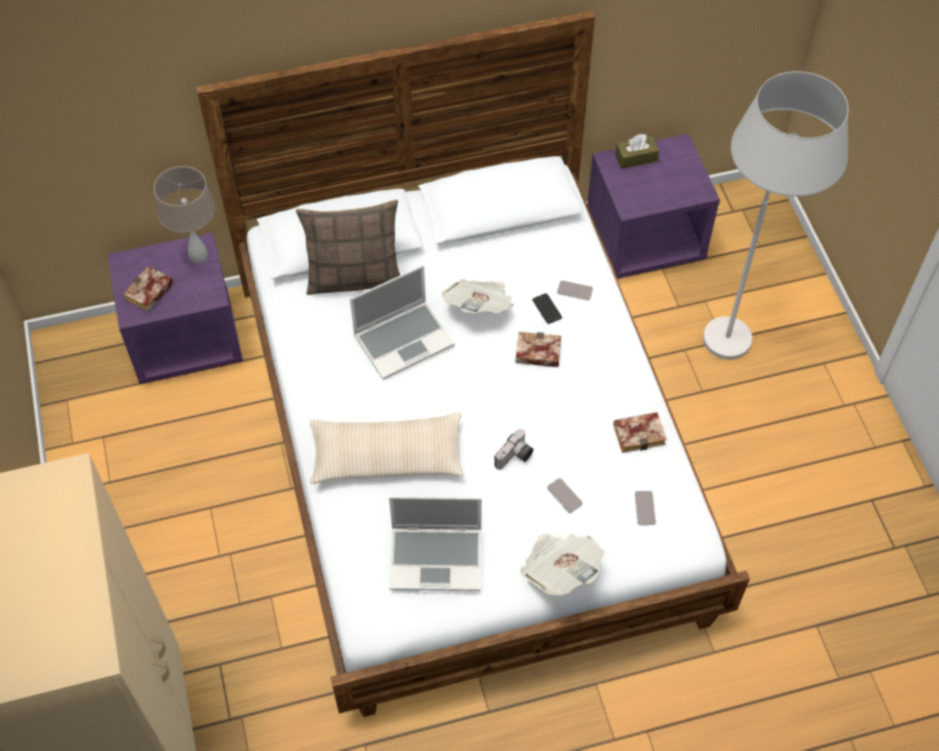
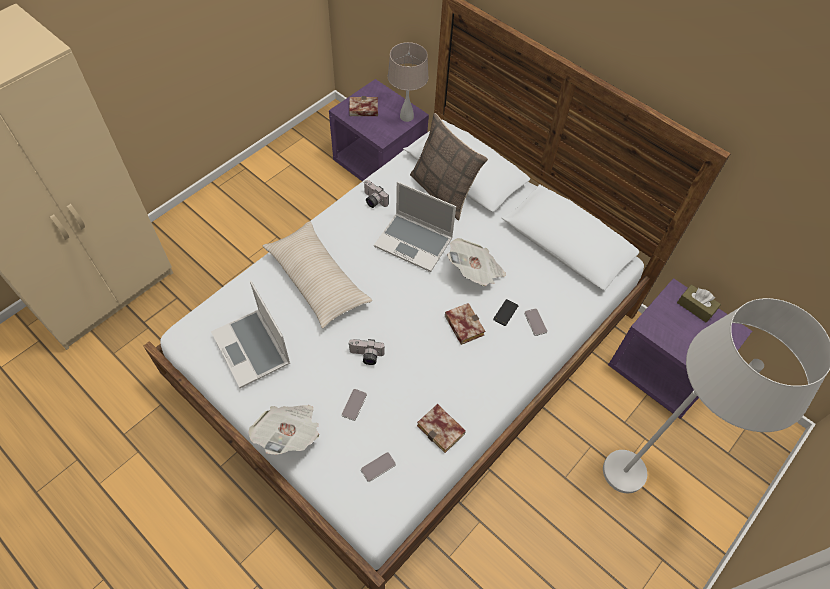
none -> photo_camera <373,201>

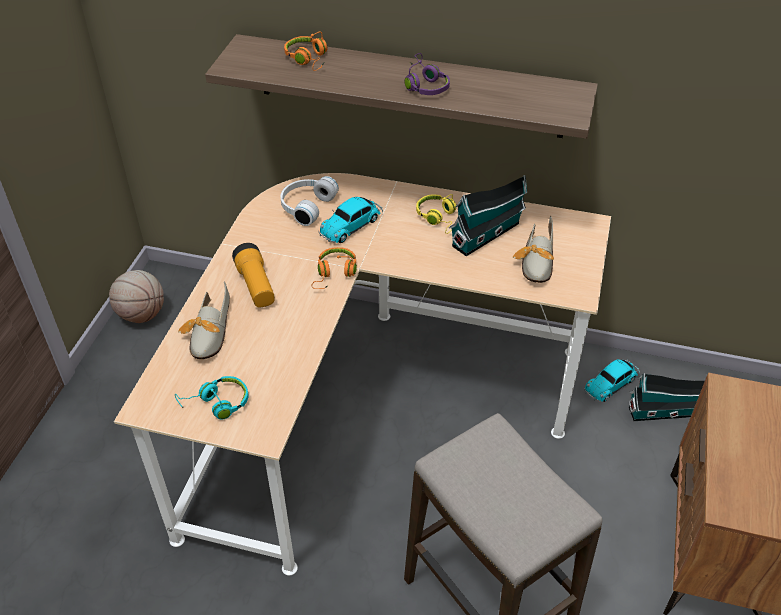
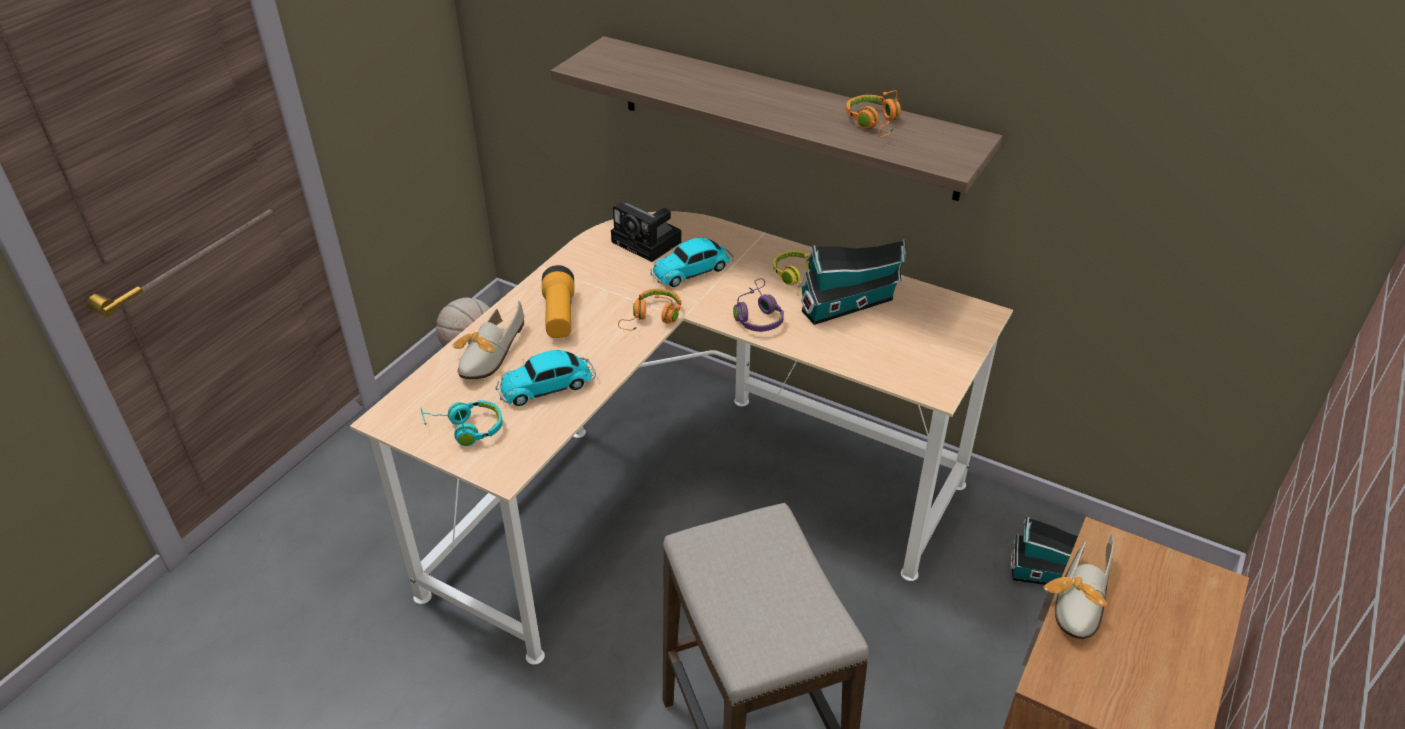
orange_headphones <308,59> -> orange_headphones <874,123>, moved
purple_headphones <424,84> -> purple_headphones <757,316>, moved
shoe <537,263> -> shoe <1080,602>, moved
toy_car <611,383> -> toy_car <548,386>, moved
white_headphones <306,206> -> photo_camera <649,243>

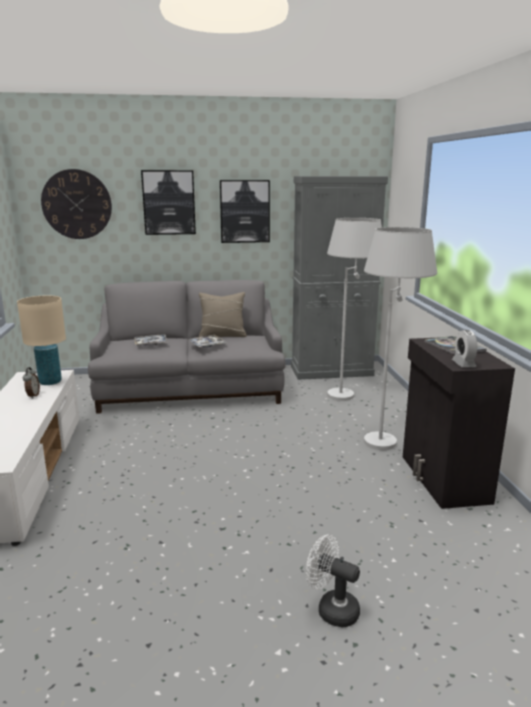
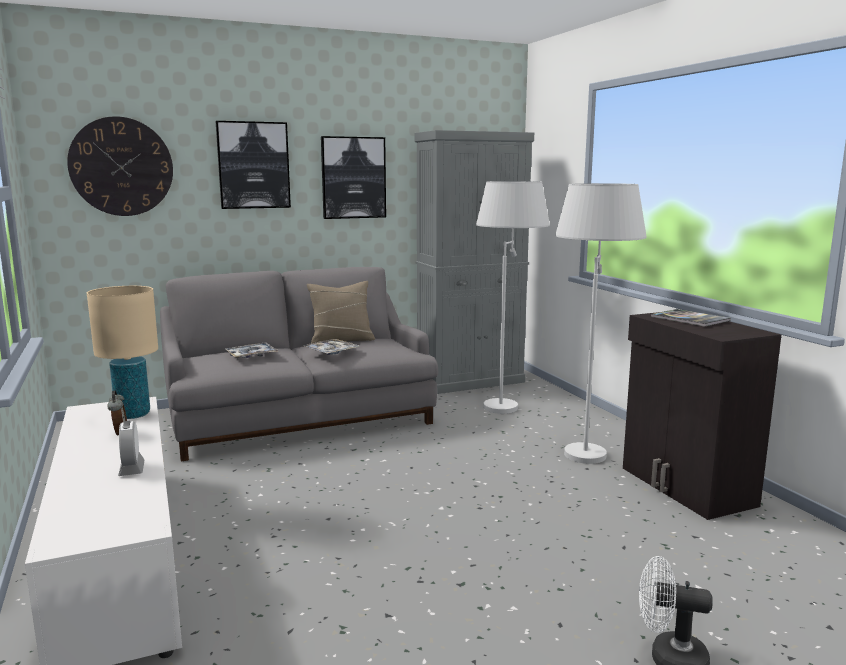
alarm_clock <463,364> -> alarm_clock <131,469>, moved

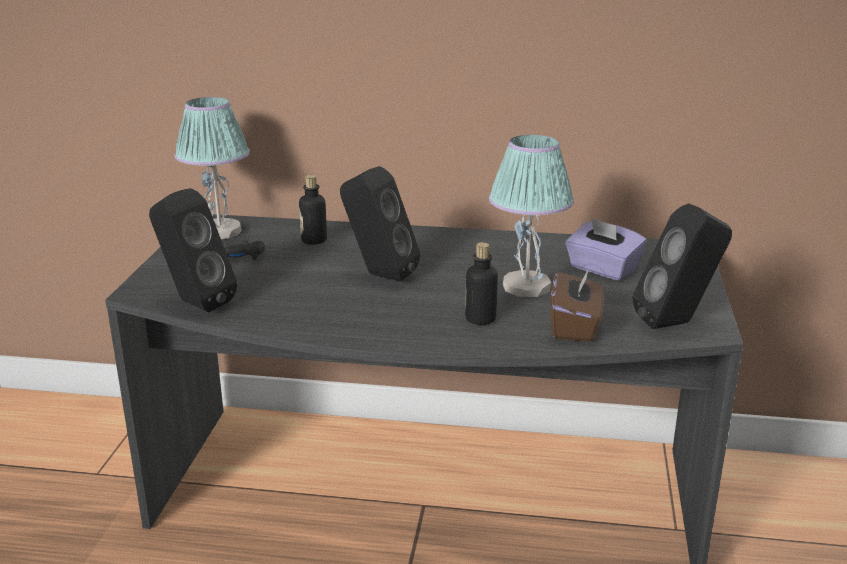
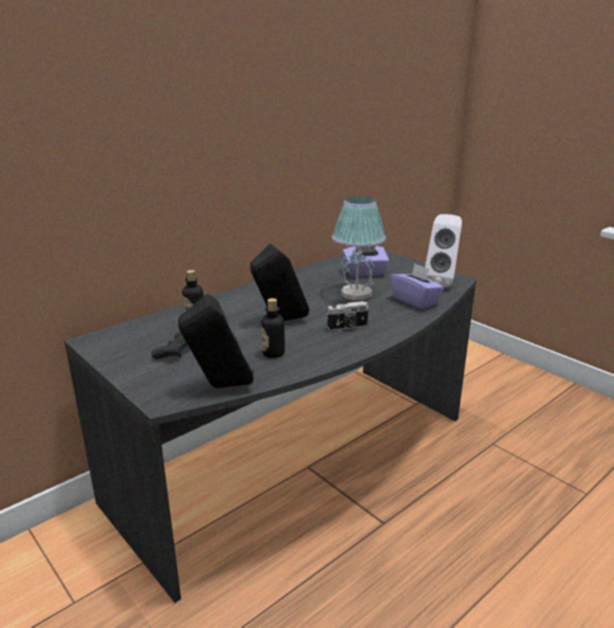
table_lamp <220,232> -> none
none -> photo_camera <348,327>
bottle <480,318> -> bottle <273,353>, moved
brown_tissue_box <575,327> -> purple_tissue_box <415,301>
black_speaker <677,323> -> white_speaker <442,282>

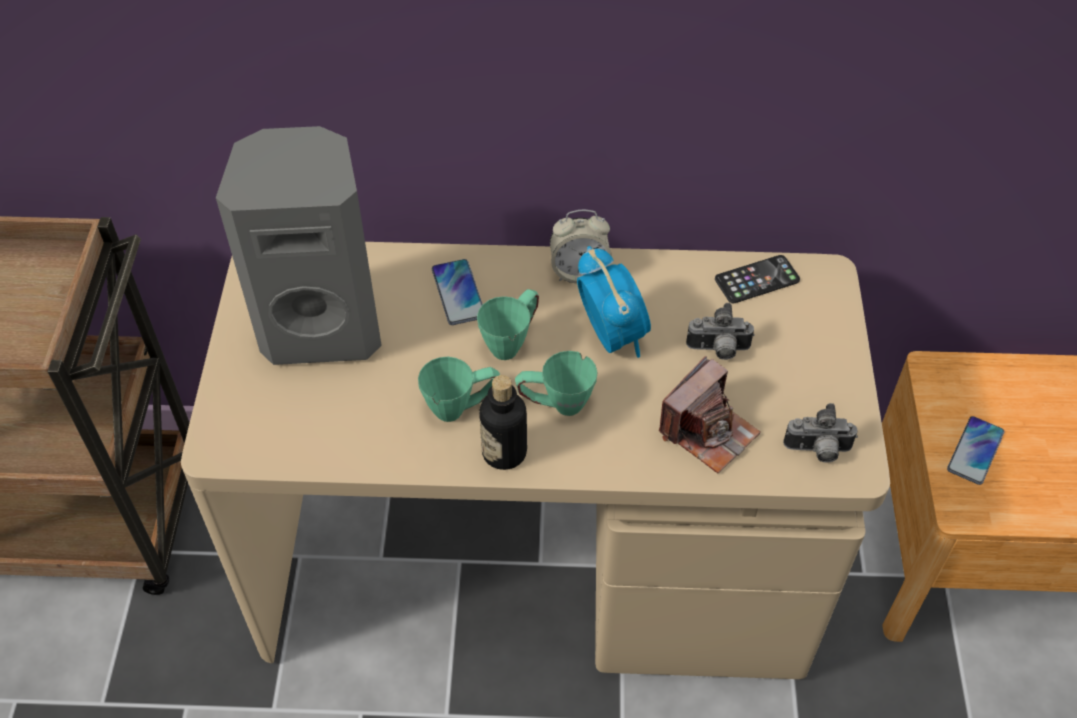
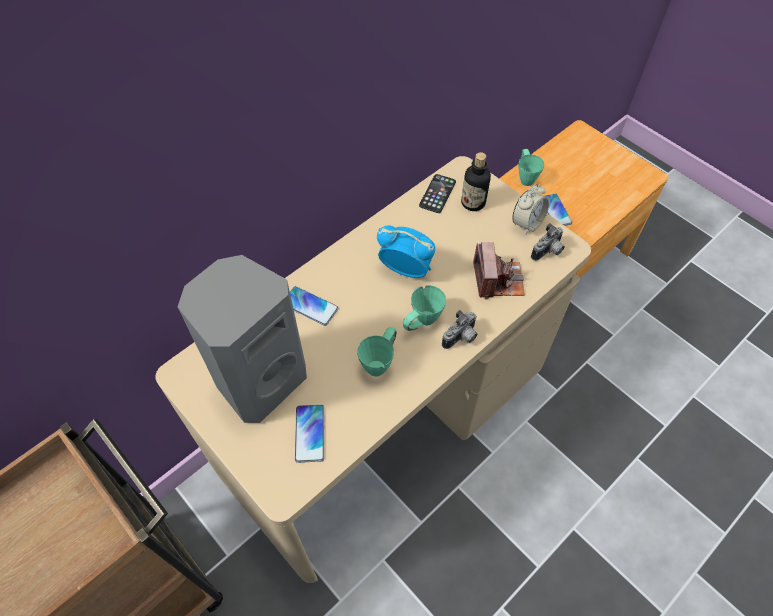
none -> phone <310,433>
green_mug <512,342> -> green_mug <525,177>, moved
bottle <504,452> -> bottle <473,203>, moved
alarm_clock <579,271> -> alarm_clock <527,223>, moved
photo_camera <718,350> -> photo_camera <461,338>, moved

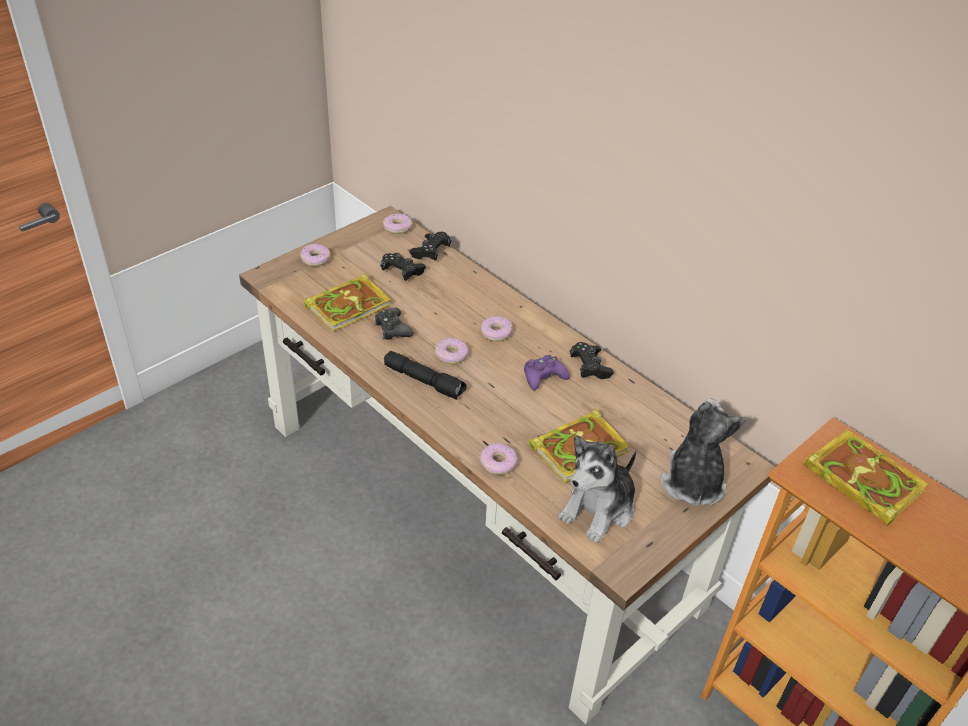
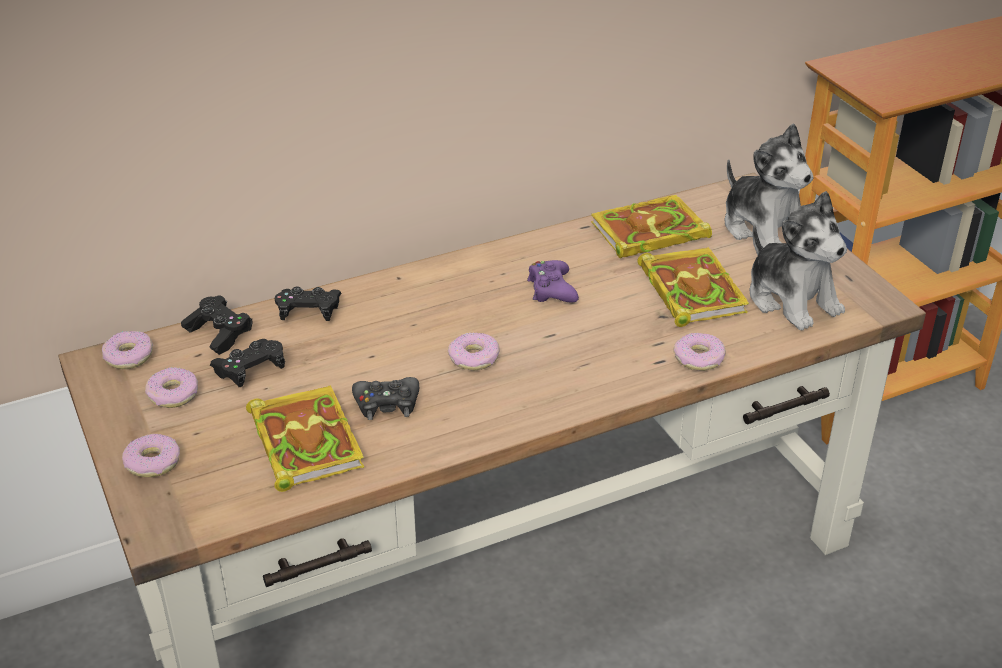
black_flashlight <425,381> -> none
donut <496,333> -> donut <173,394>, moved
black_game_controller <590,367> -> black_game_controller <309,312>, moved
book <860,479> -> book <647,233>, moved
plush_toy <692,482> -> plush_toy <764,228>, 150 degrees counterclockwise

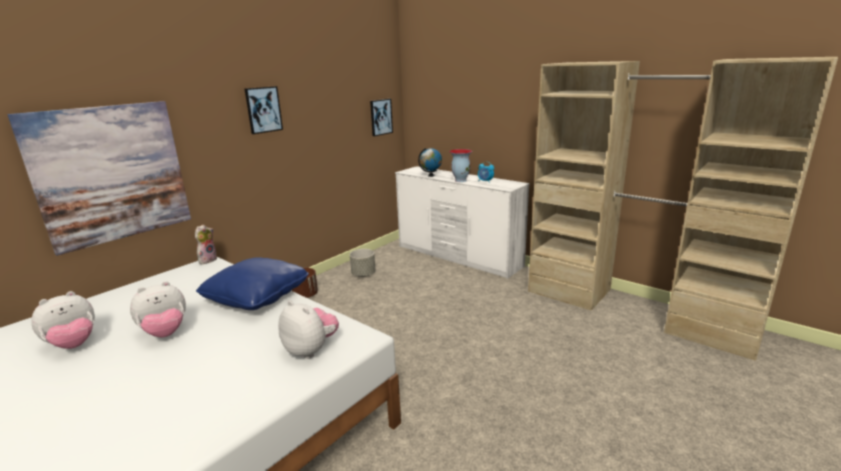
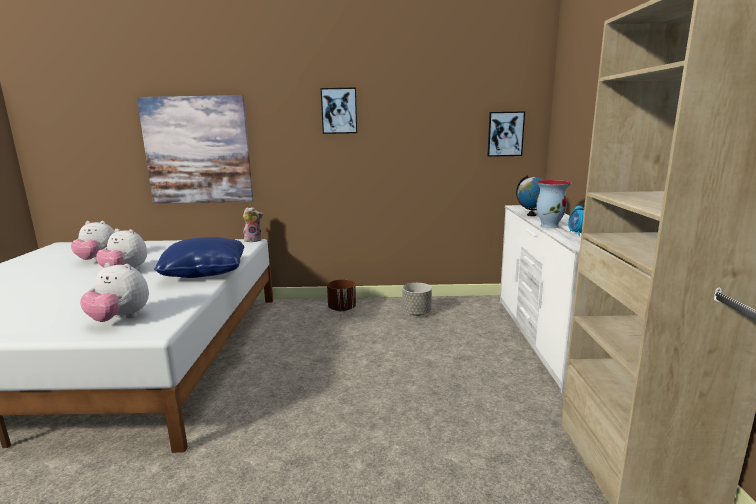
plush_toy <311,350> -> plush_toy <120,319>, 105 degrees clockwise

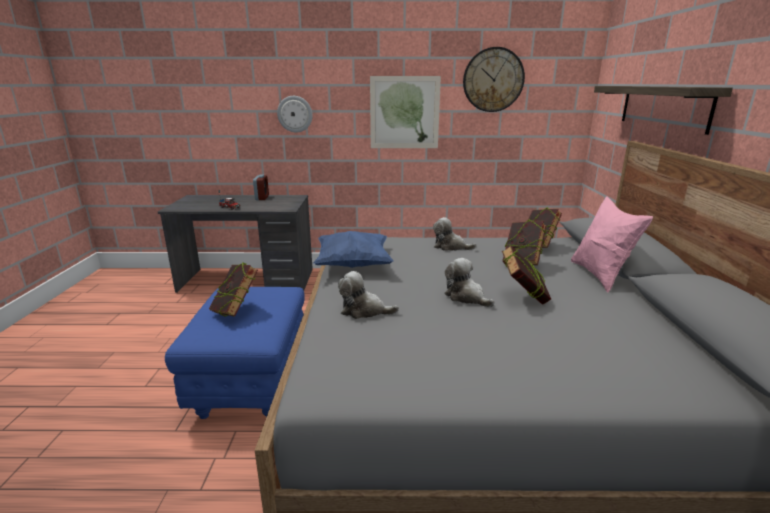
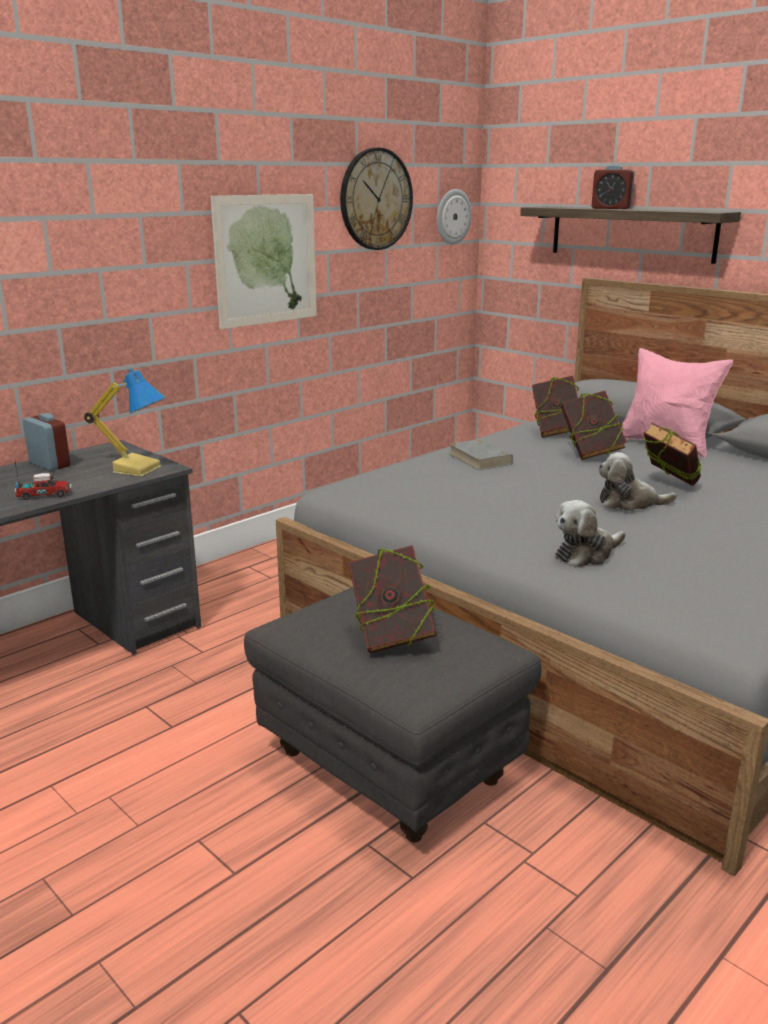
blue_pillow <353,265> -> none
none -> table_lamp <137,468>
none -> alarm_clock <611,208>
wall_clock <295,114> -> wall_clock <452,216>, moved
plush_toy <450,247> -> grey_book <480,459>
blue_ottoman <252,384> -> grey_ottoman <391,767>

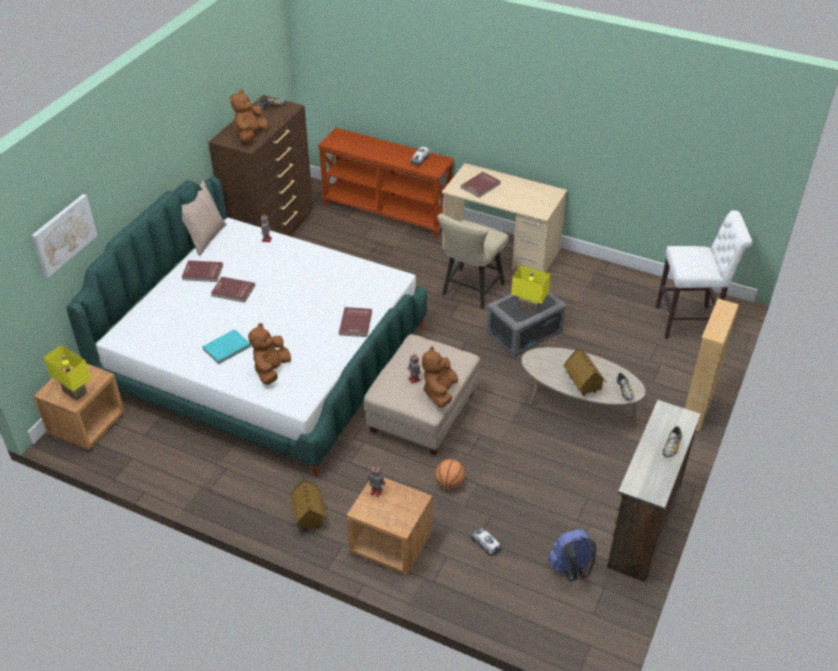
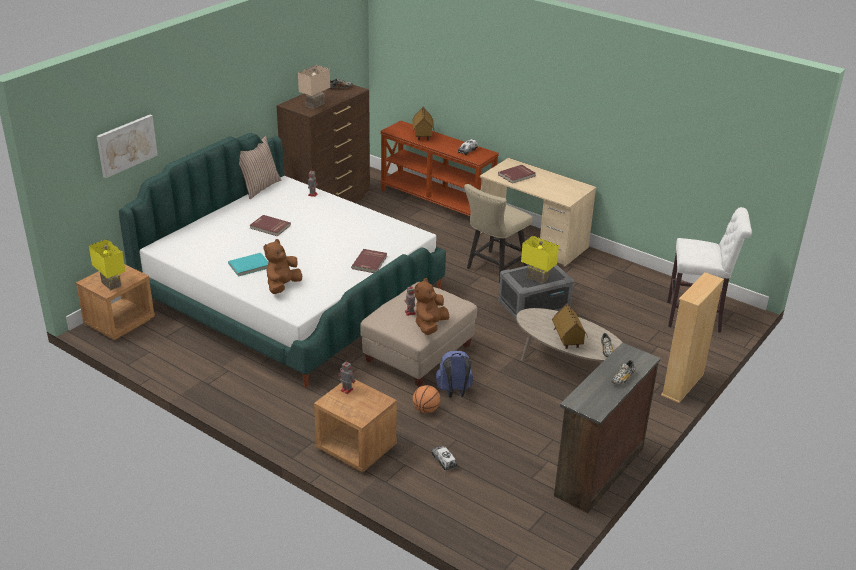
red_book <202,273> -> none
toy_house <309,517> -> toy_house <422,136>, moved
blue_backpack <571,570> -> blue_backpack <454,392>, moved
brown_plush_toy <250,135> -> beige_table_lamp <314,104>

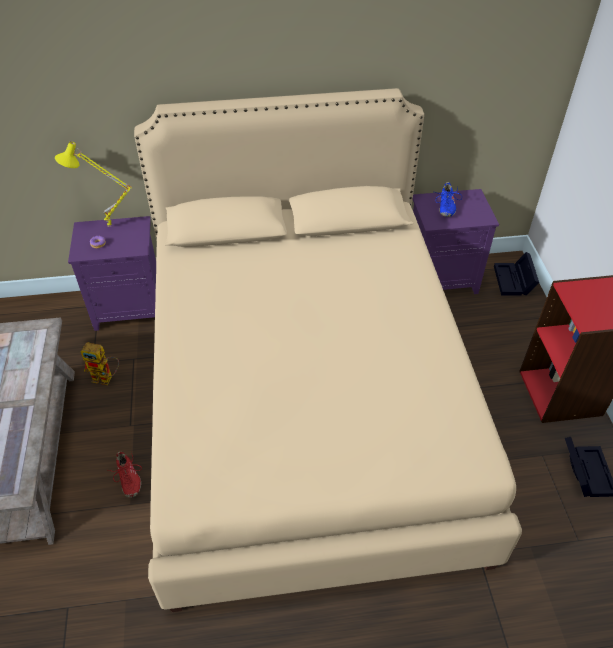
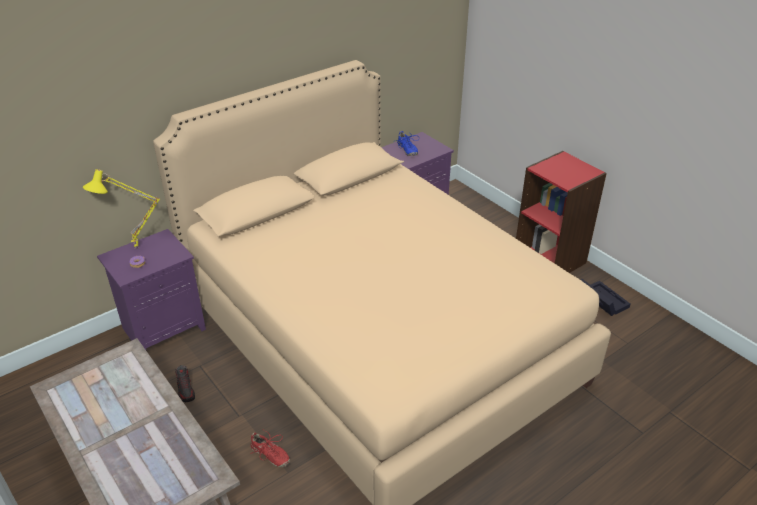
black_storage_box <514,281> -> none
toy_robot <106,378> -> shoe <186,390>

